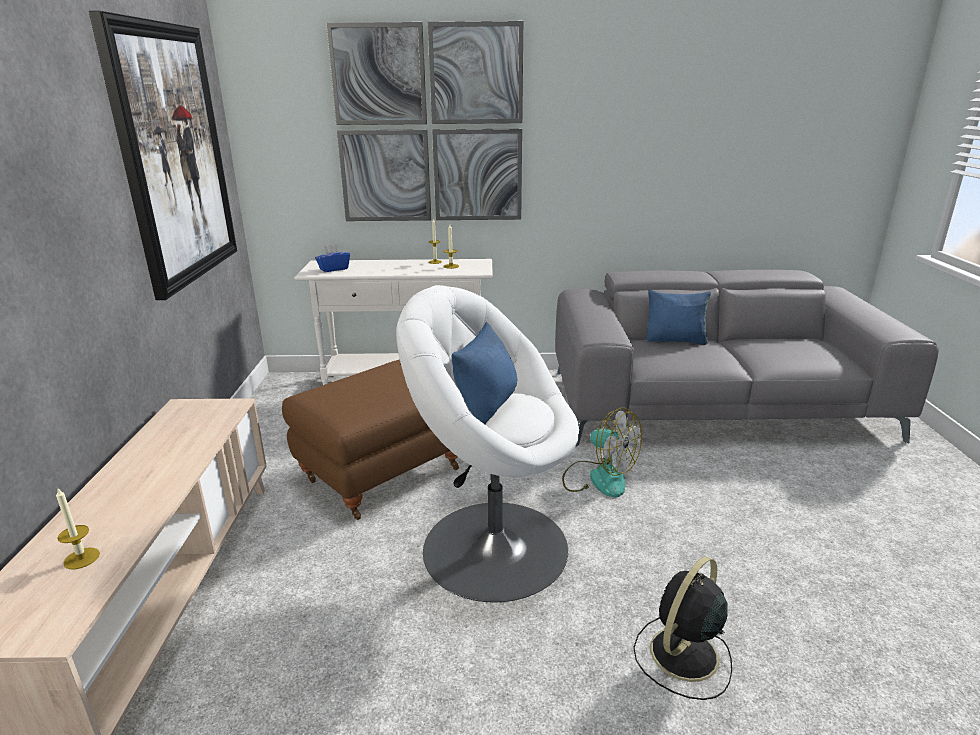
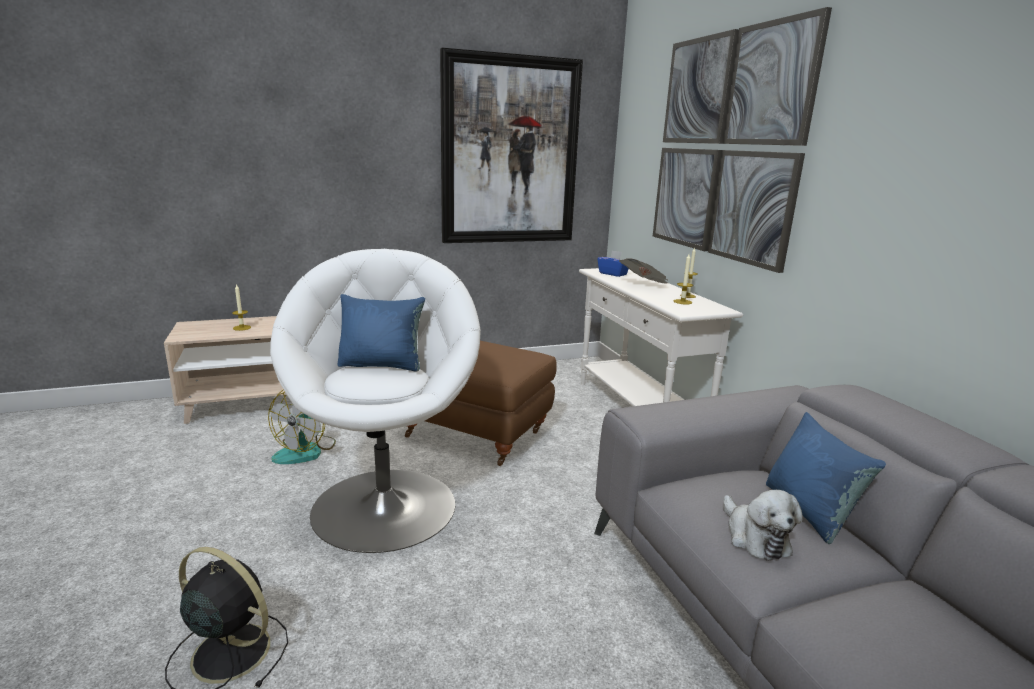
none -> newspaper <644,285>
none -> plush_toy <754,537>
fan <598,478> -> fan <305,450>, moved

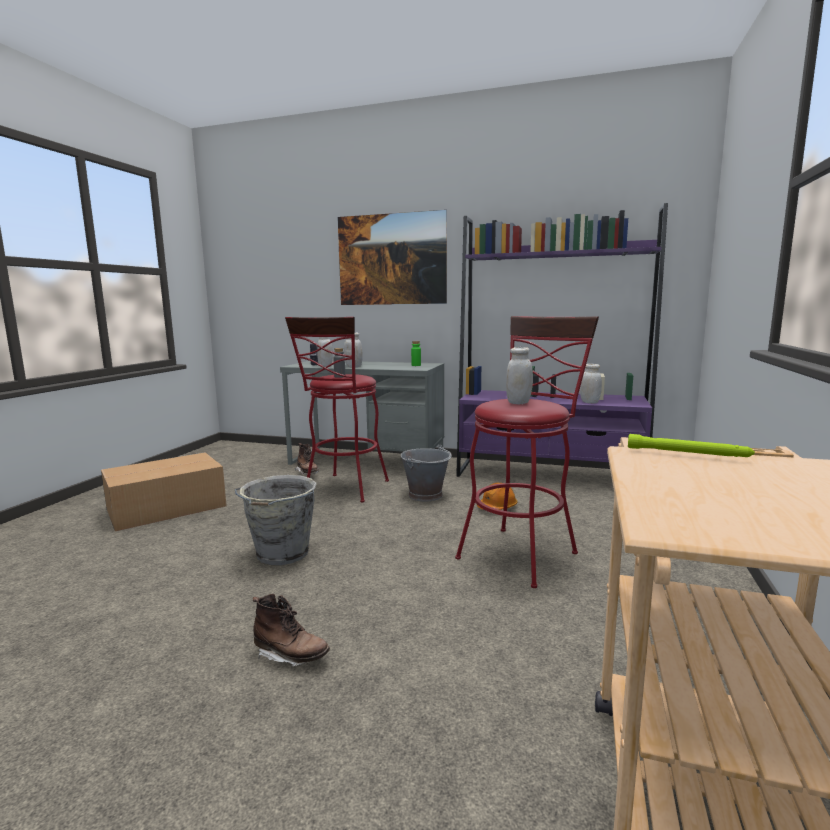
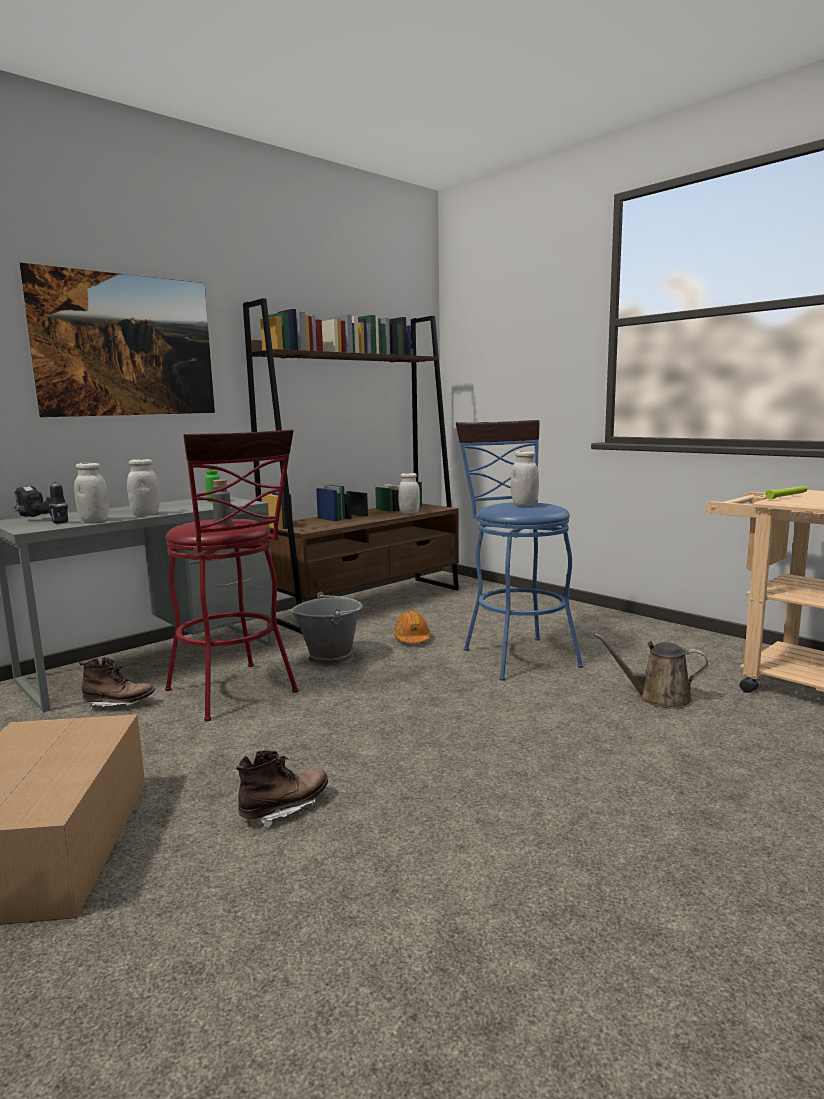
grey_bucket <282,554> -> none
none -> brown_watering_can <658,698>
brown_boot <291,656> -> brown_boot <285,809>, moved
red_stool <522,551> -> blue_stool <516,654>
purple_bookcase <549,475> -> brown_bookcase <368,603>

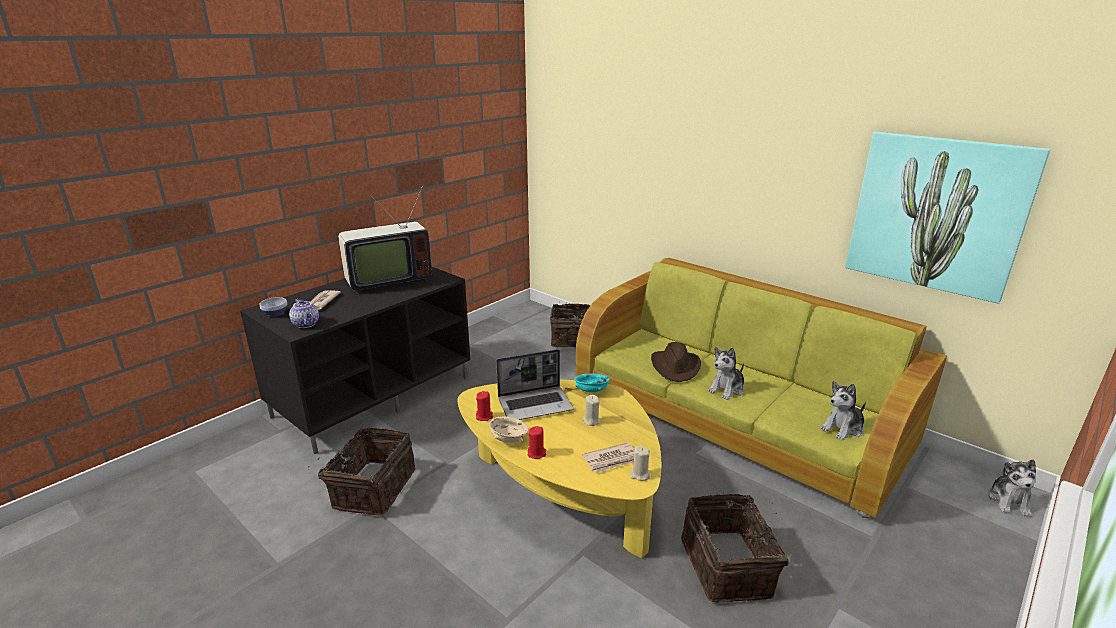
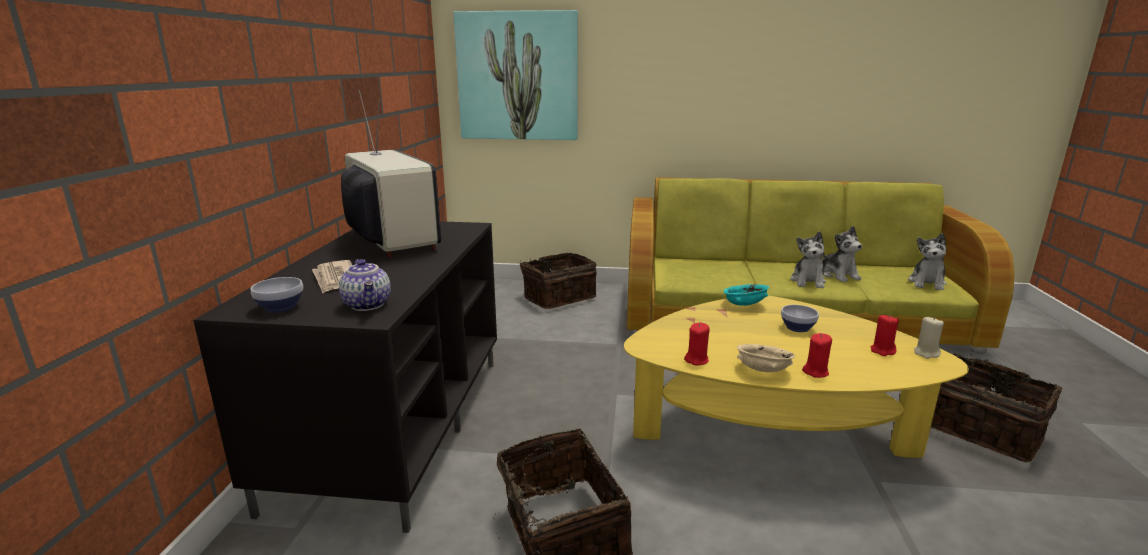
laptop <536,404> -> none
brown_hat <675,367> -> none
picture <937,214> -> picture <518,77>, moved
plush_toy <1009,501> -> plush_toy <838,275>, moved
newspaper <612,460> -> red_candle <882,351>
beige_candle <591,421> -> bowl <798,327>
teapot <306,324> -> teapot <368,305>, 45 degrees clockwise
television <386,281> -> television <389,242>, 60 degrees counterclockwise

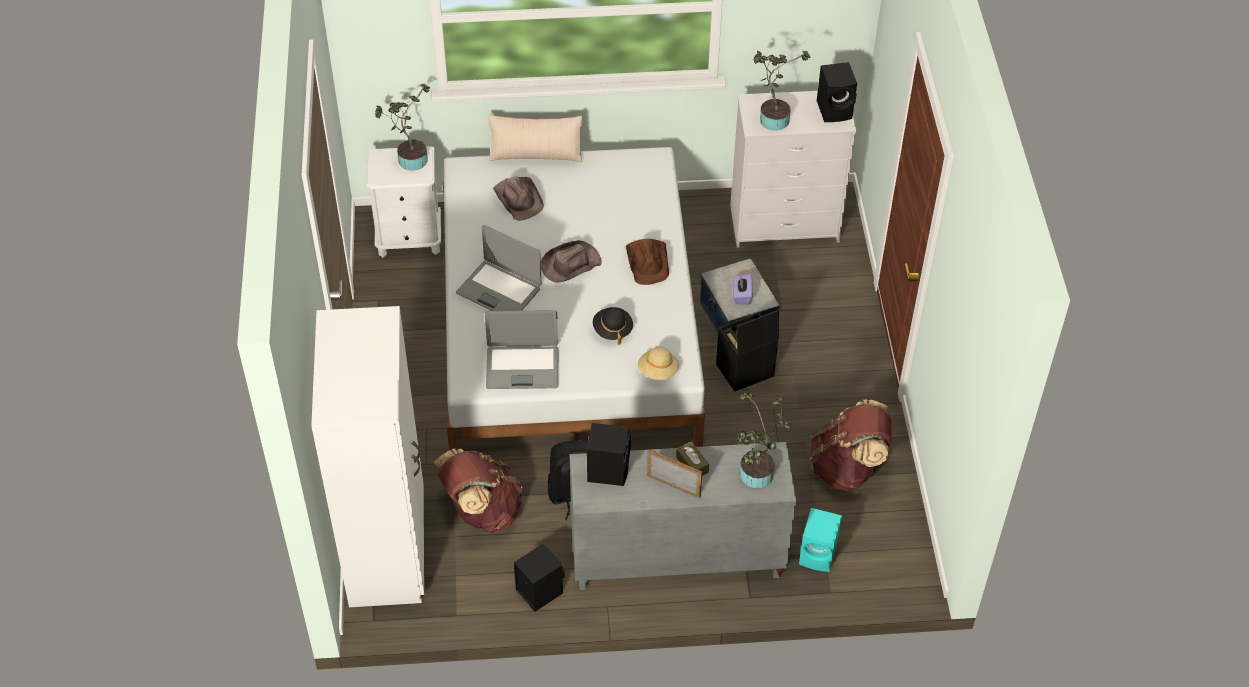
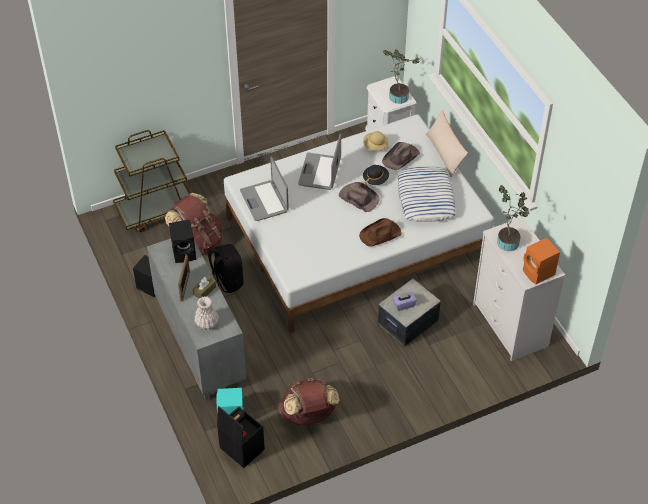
none -> pillow <425,198>
black_hat <612,330> -> black_hat <375,179>, moved
beige_hat <658,371> -> beige_hat <375,146>, moved
black_storage_box <744,371> -> black_storage_box <241,448>, moved
white_wardrobe <388,547> -> brown_cart <156,210>
potted_plant <755,477> -> white_vase <207,324>
black_speaker <835,110> -> orange_speaker <539,273>

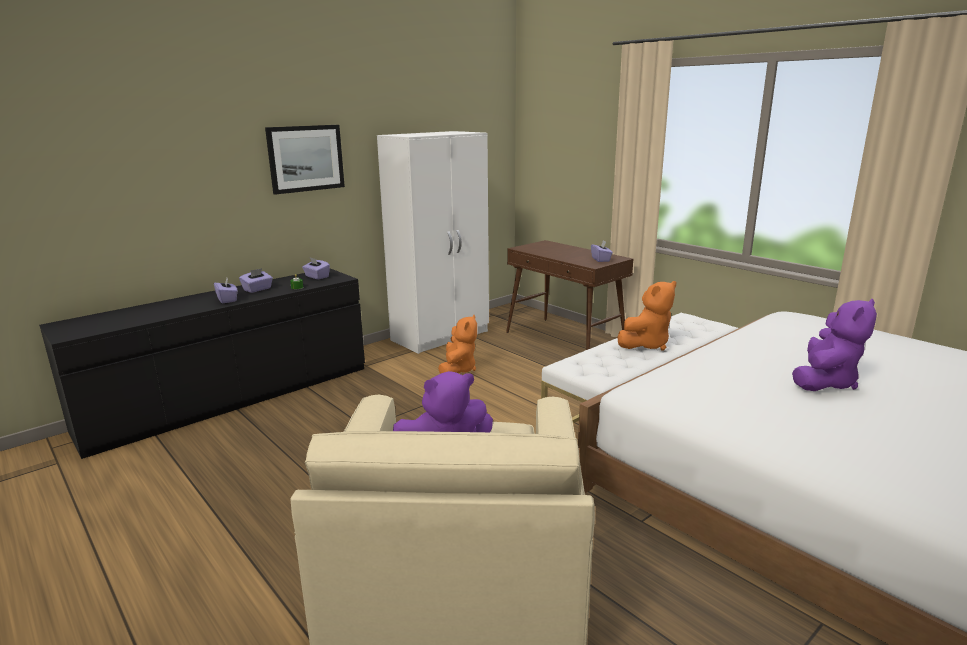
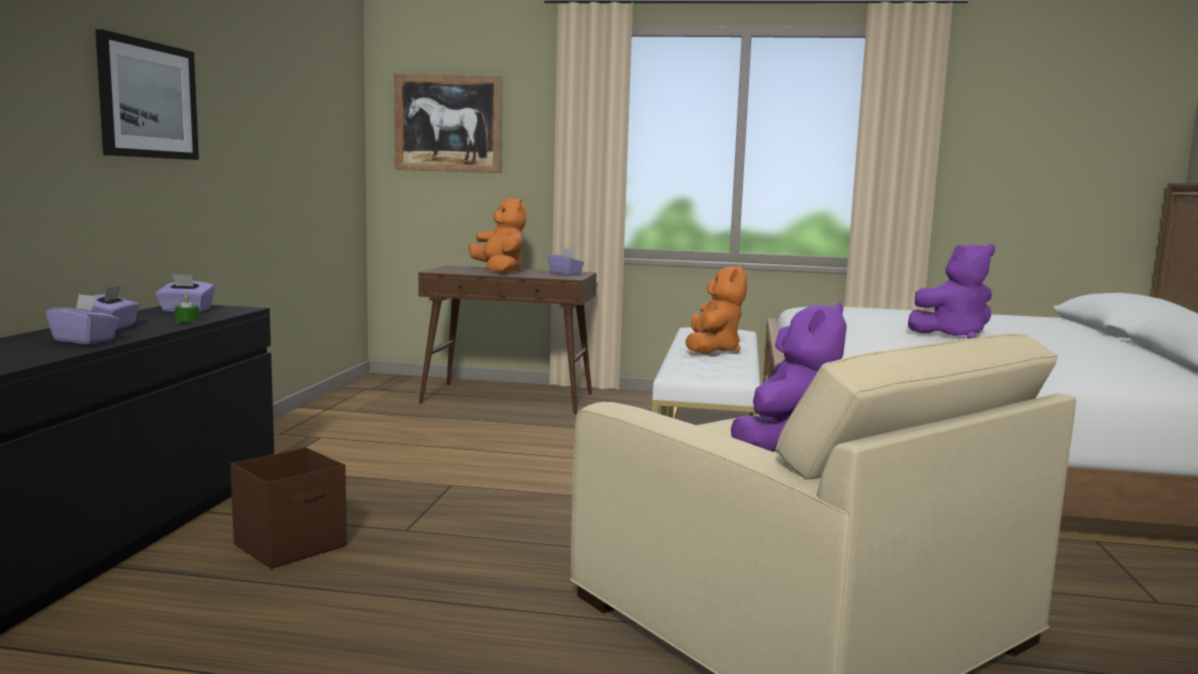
white_wardrobe <441,336> -> none
none -> brown_storage_box <292,545>
none -> picture <448,123>
orange_plush_toy <458,369> -> orange_plush_toy <499,271>, moved
purple_plush_toy <825,382> -> purple_plush_toy <952,335>, 75 degrees clockwise

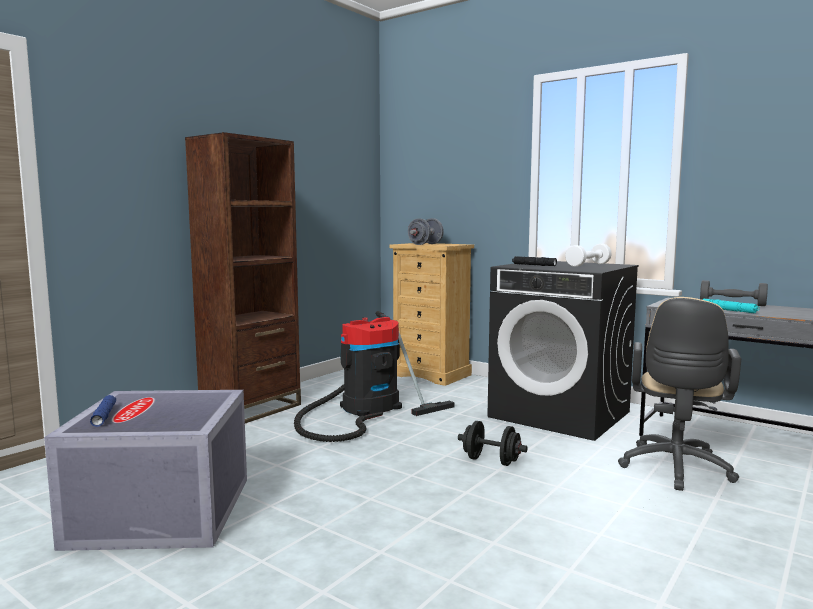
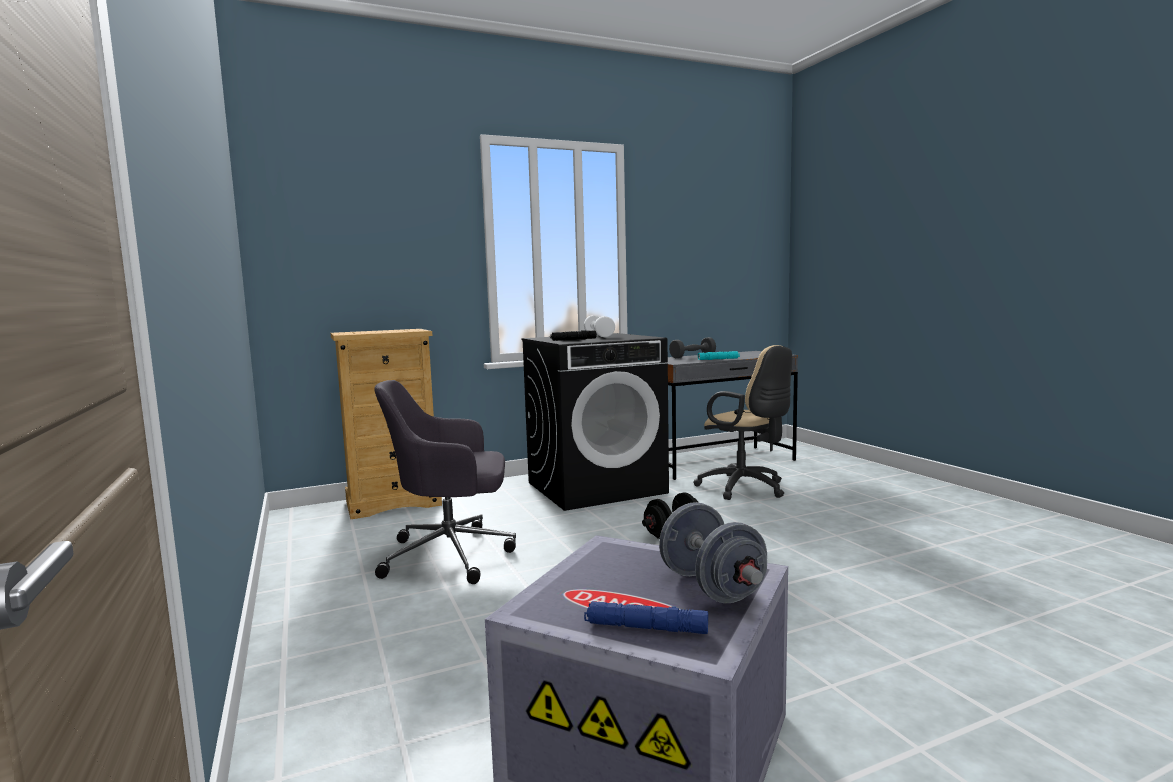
brown_bookcase <251,409> -> none
grey_dumbbell <425,244> -> grey_dumbbell <711,586>, moved
vacuum_cleaner <365,409> -> grey_office_chair <452,555>

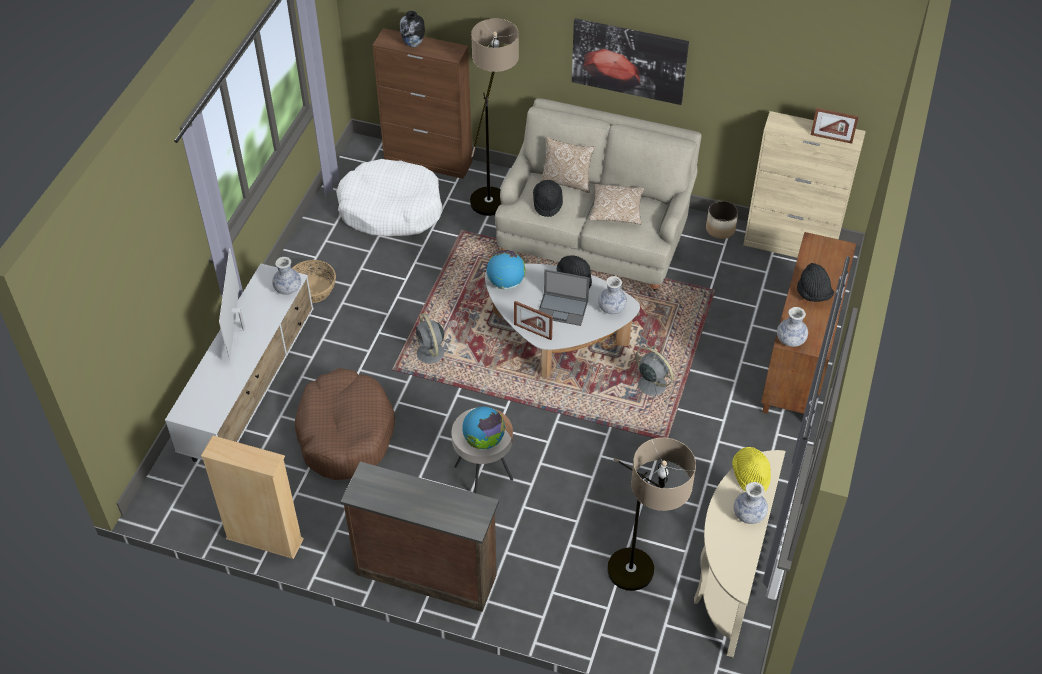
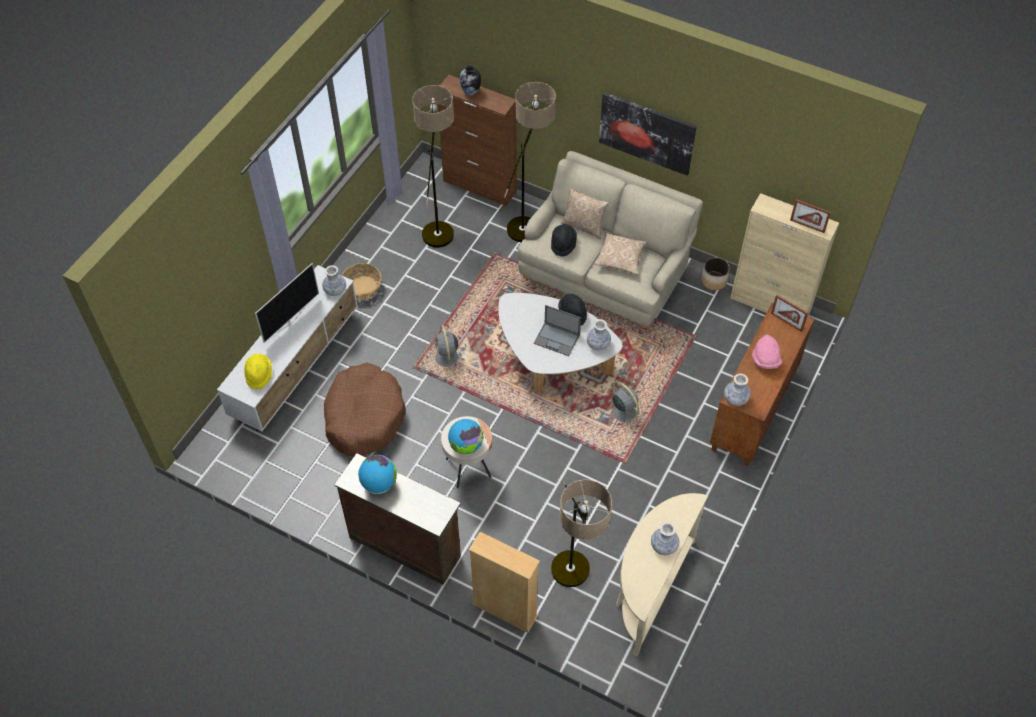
beige_bookcase <264,539> -> beige_bookcase <505,610>, moved
globe <506,283> -> globe <379,483>, moved
picture_frame <533,331> -> picture_frame <786,322>, moved
yellow_hat <751,476> -> yellow_hat <259,375>, moved
white_dog_bed <391,209> -> floor_lamp <440,225>
black_hat <813,294> -> pink_hat <765,360>
television <239,328> -> television <290,320>, 150 degrees counterclockwise

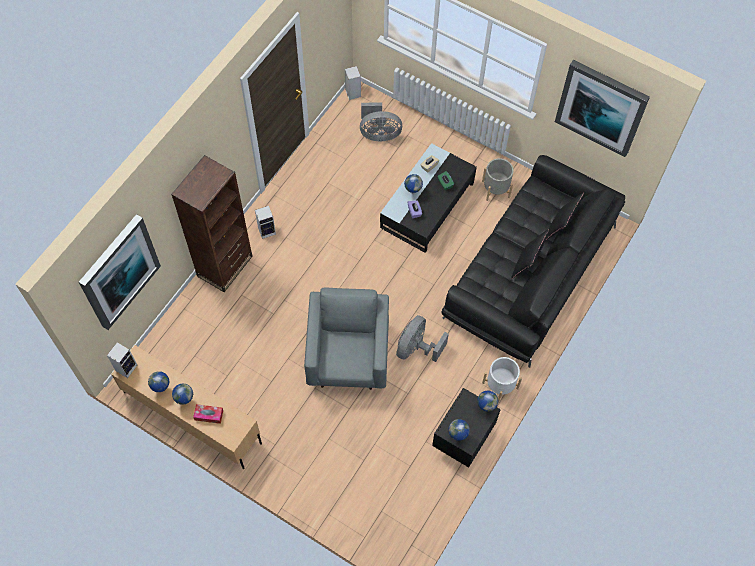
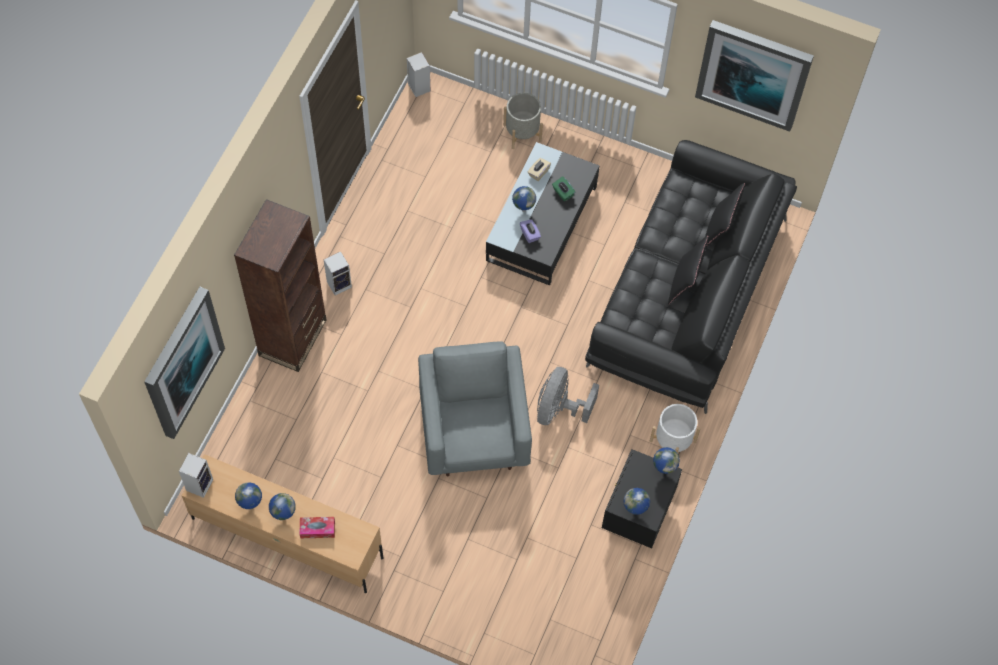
grey_fan <379,134> -> none
grey_planter <496,189> -> grey_planter <522,133>, moved

